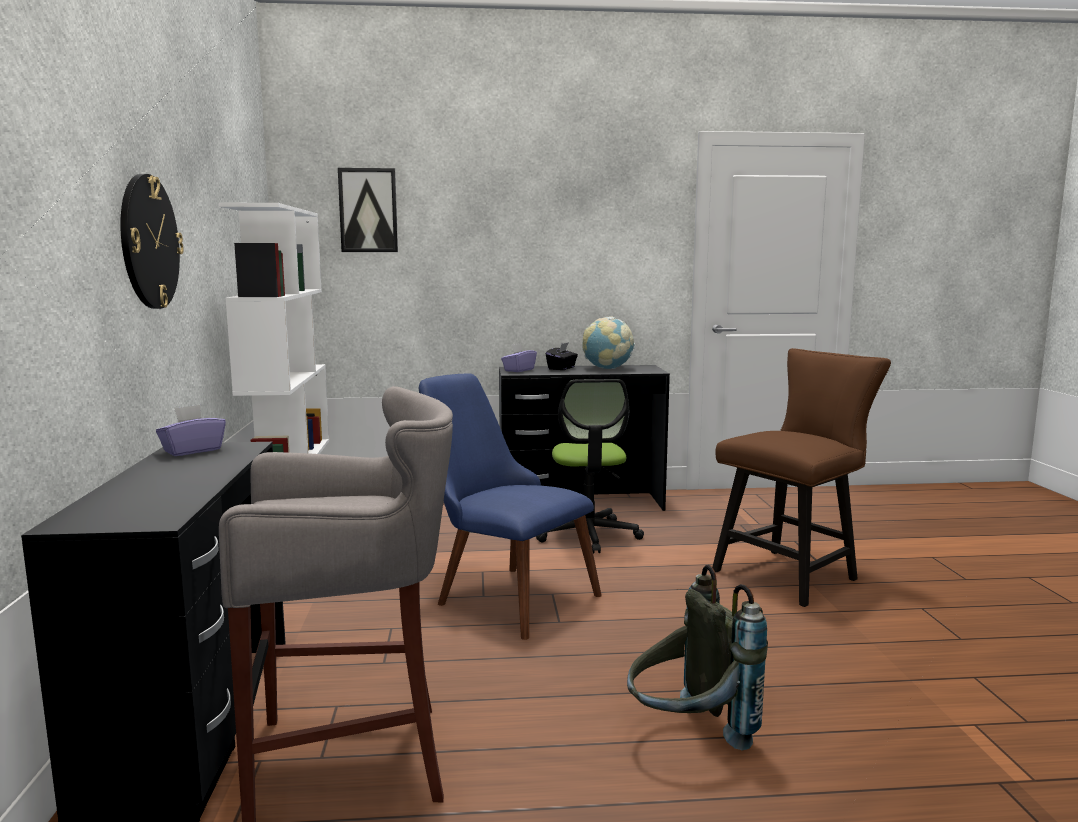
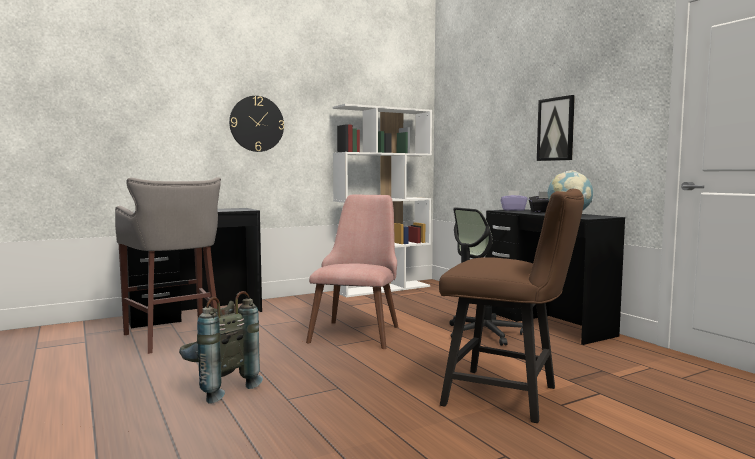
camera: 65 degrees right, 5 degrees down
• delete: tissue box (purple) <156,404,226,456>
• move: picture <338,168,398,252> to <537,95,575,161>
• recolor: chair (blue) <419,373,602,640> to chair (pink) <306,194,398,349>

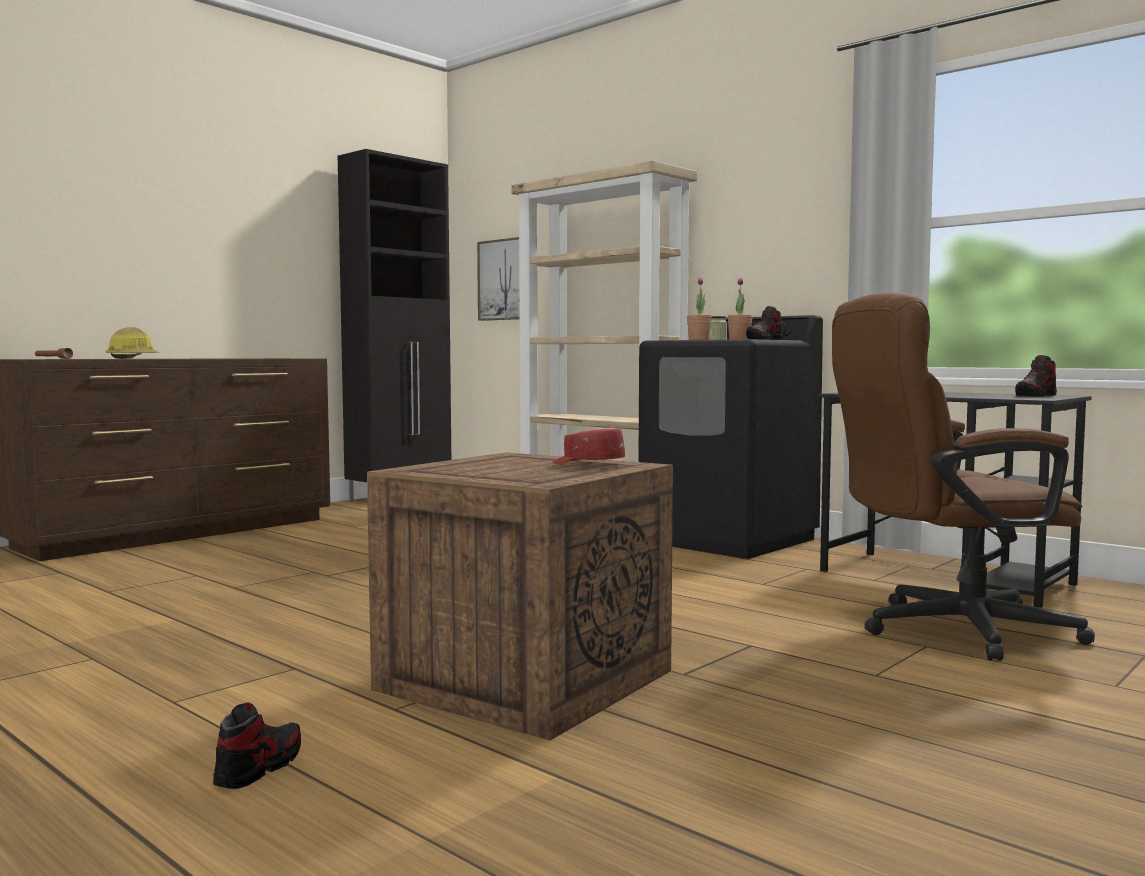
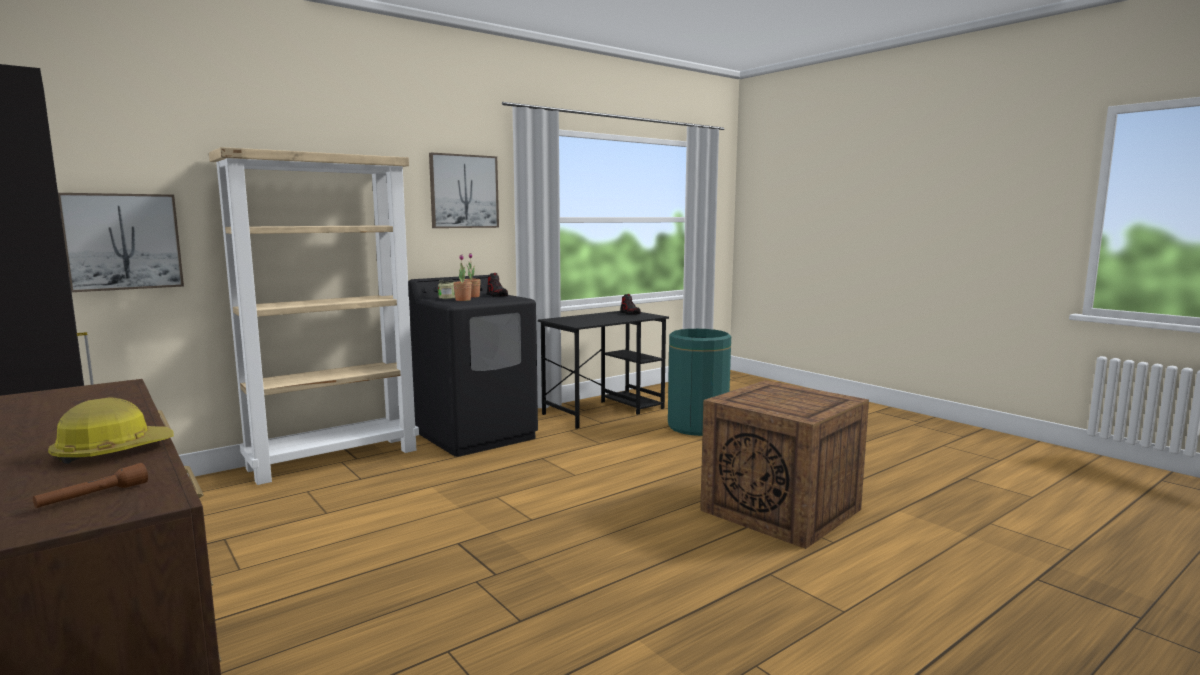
camera: 80 degrees left, 5 degrees up
• delete: shoe <213,702,301,789>
• delete: cap (red) <552,428,625,464>
• replace: office chair (brown) <832,292,1095,661> to trash can (green) <668,329,731,436>
• insert: picture <429,152,499,228>

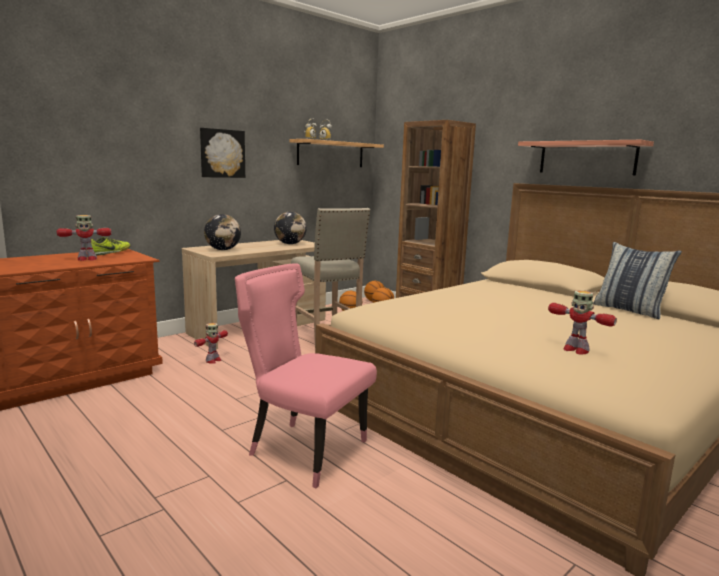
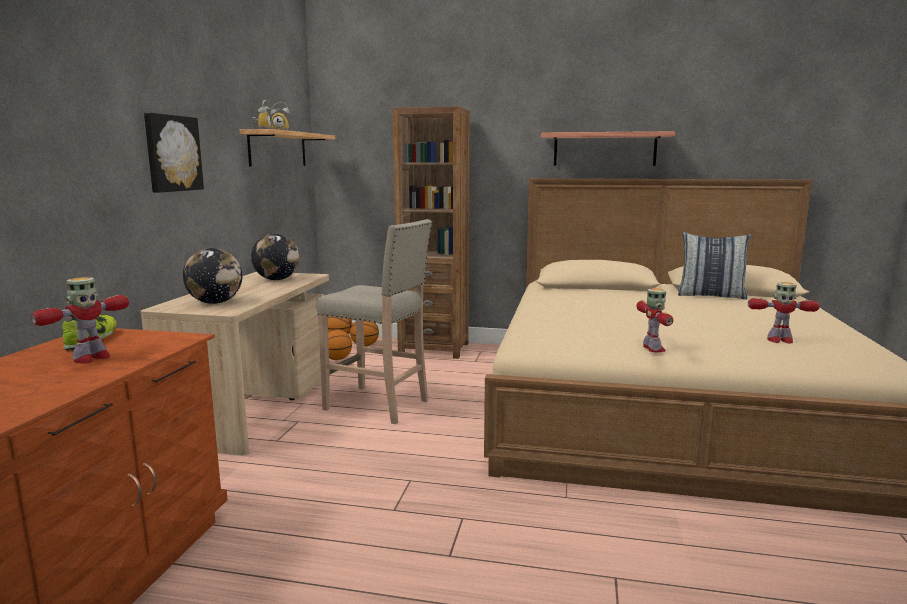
camera: 35 degrees left, 0 degrees up
• move: toy robot <194,323,228,364> to <636,288,673,352>
• delete: chair (pink) <235,263,377,488>

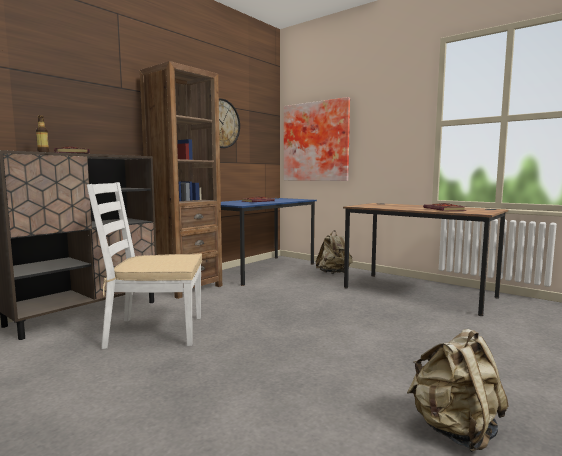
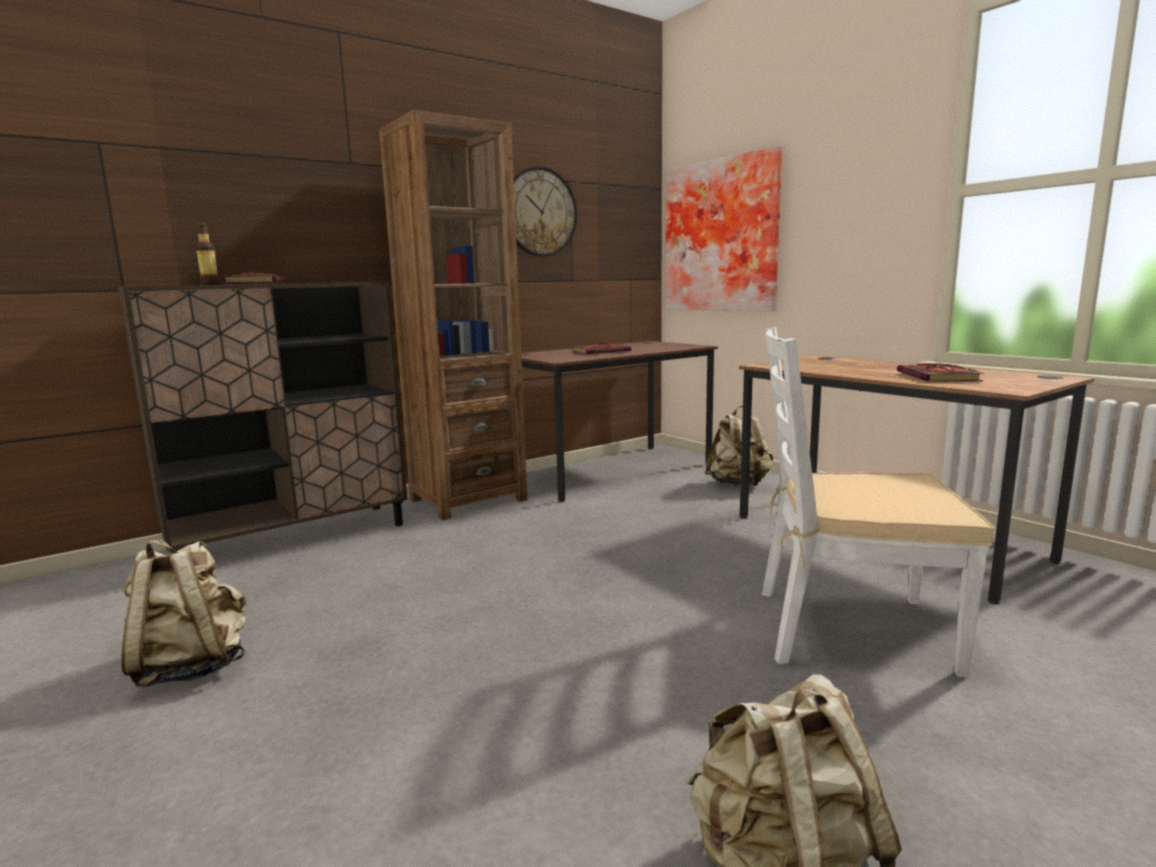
camera: 15 degrees right, 5 degrees up
• move: chair (white) <87,182,202,349> to <762,327,995,677>
• recolor: desk (blue) <221,198,317,286> to desk (brown) <521,341,718,502>
• insert: backpack (beige) <121,540,247,687>

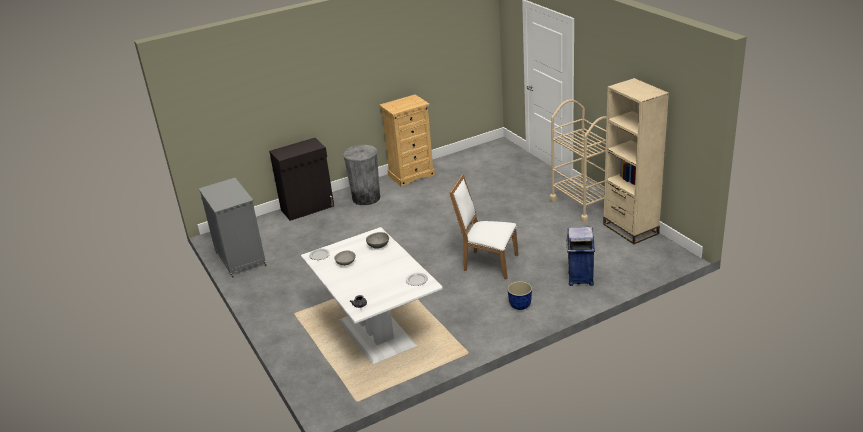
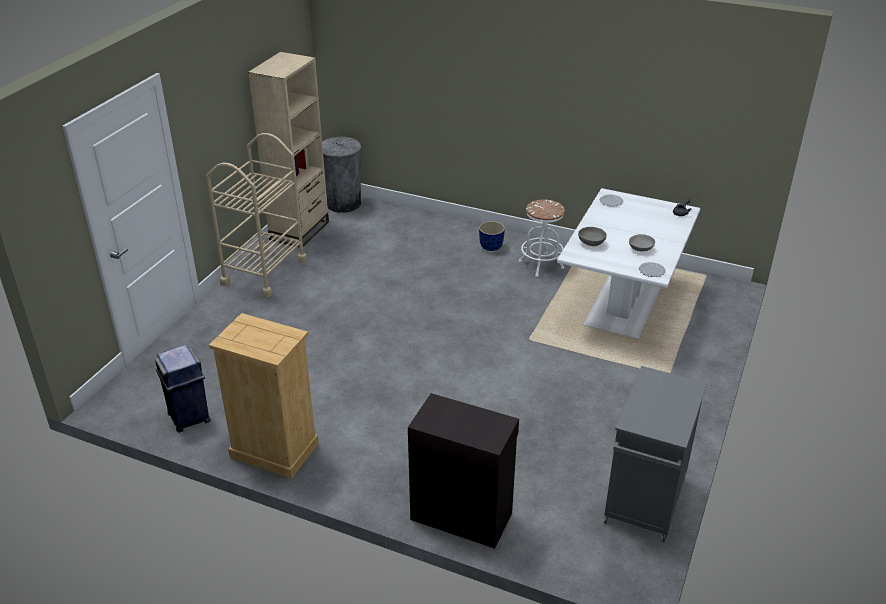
camera: 130 degrees left, 5 degrees up
• move: trash can (grey) <343,145,380,205> to <322,137,361,213>
• delete: chair (white) <449,174,519,280>
• move: trash can (blue) <566,227,595,286> to <155,345,211,433>
• insert: stool (white) <519,200,565,277>

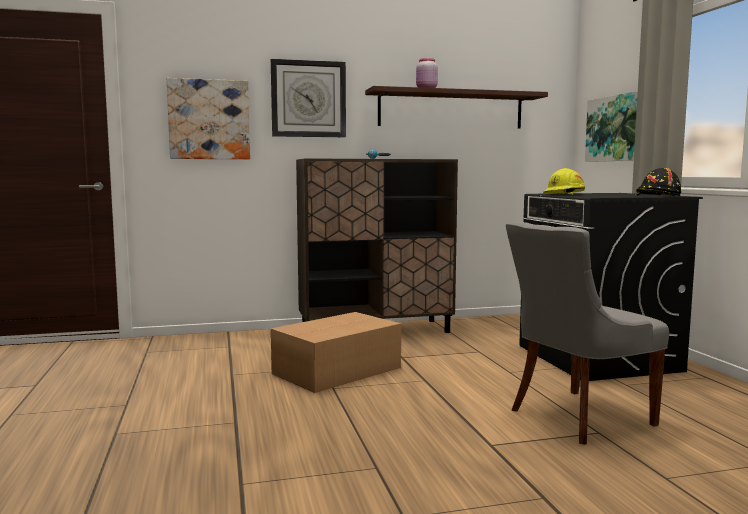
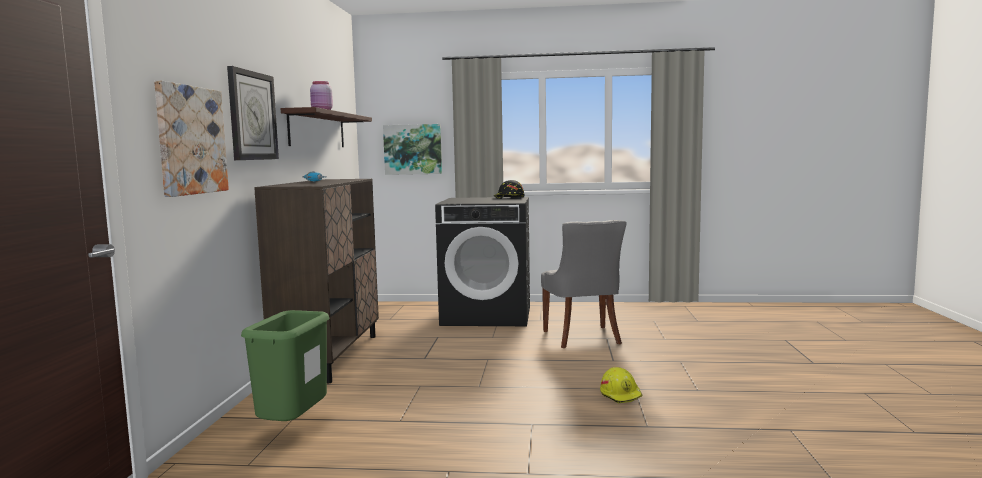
camera: 70 degrees left, 0 degrees up
• delete: cardboard box <271,312,401,393>
• move: hard hat (yellow) <543,168,585,195> to <600,367,642,403>
• insert: trash can (green) <241,310,330,421>

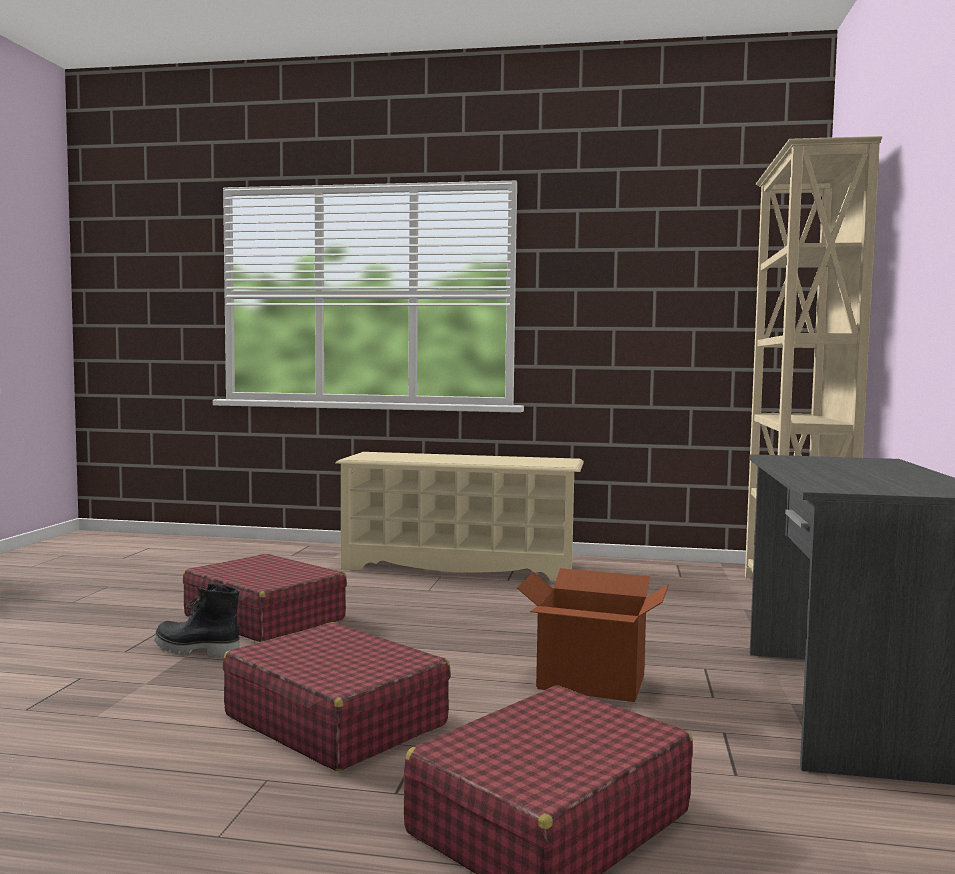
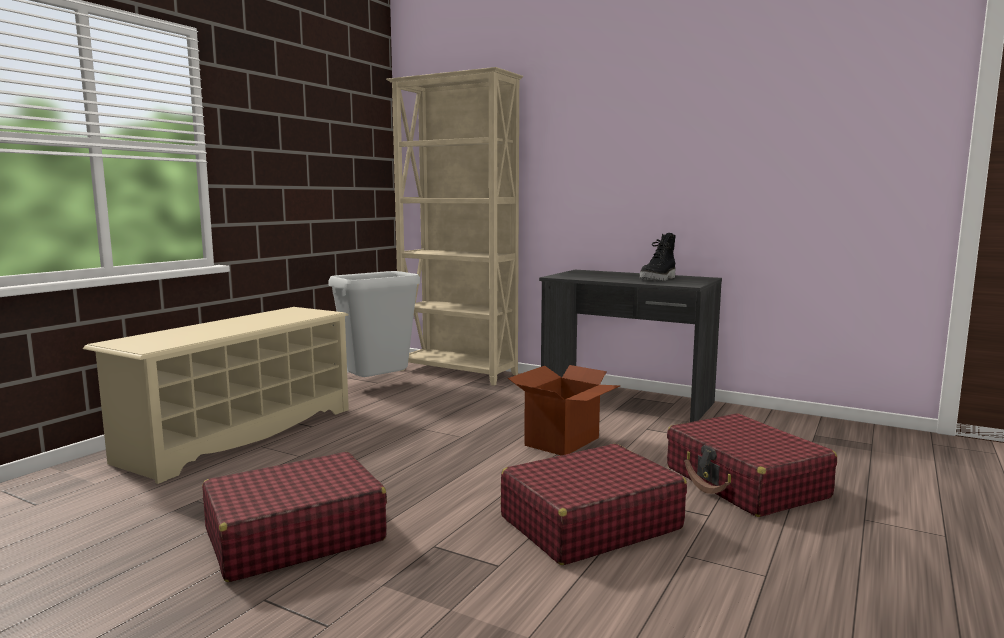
camera: 70 degrees left, 5 degrees up
• move: boot (black) <154,584,240,658> to <639,233,676,281>
• insert: trash can (grey) <329,271,420,377>

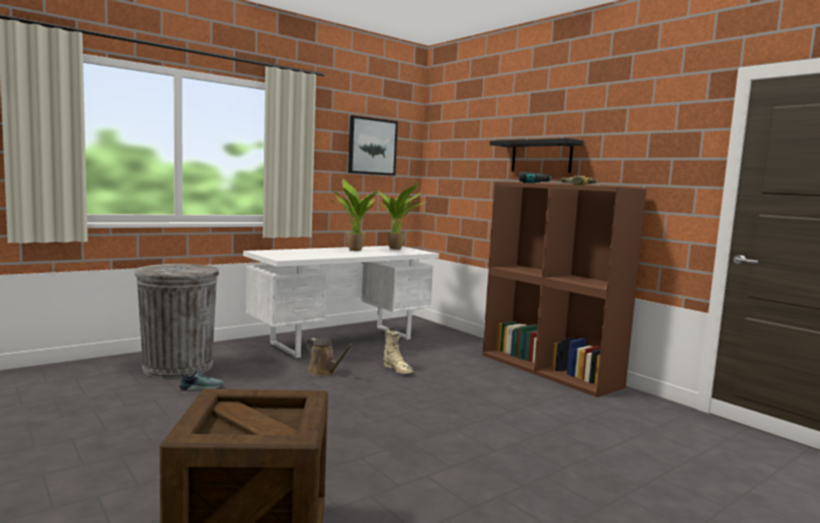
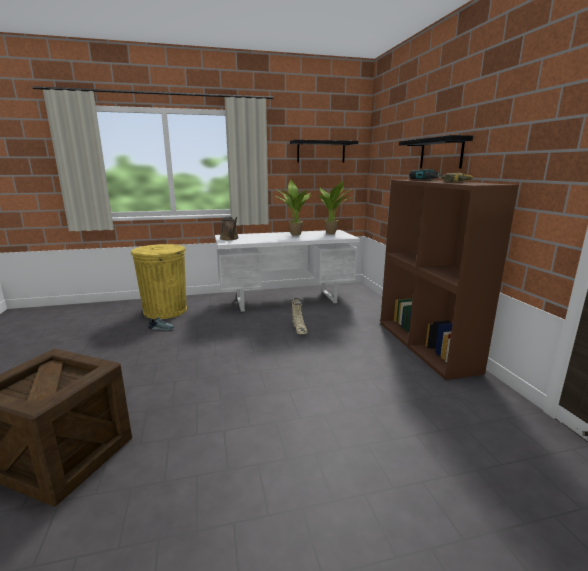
camera: 25 degrees right, 10 degrees up
• recolor: trash can (grey) <135,264,219,378> to trash can (yellow) <131,244,187,319>
• move: watering can (brown) <306,338,354,376> to <220,216,239,240>
• replace: picture <348,115,398,176> to shelf (black) <290,140,358,163>

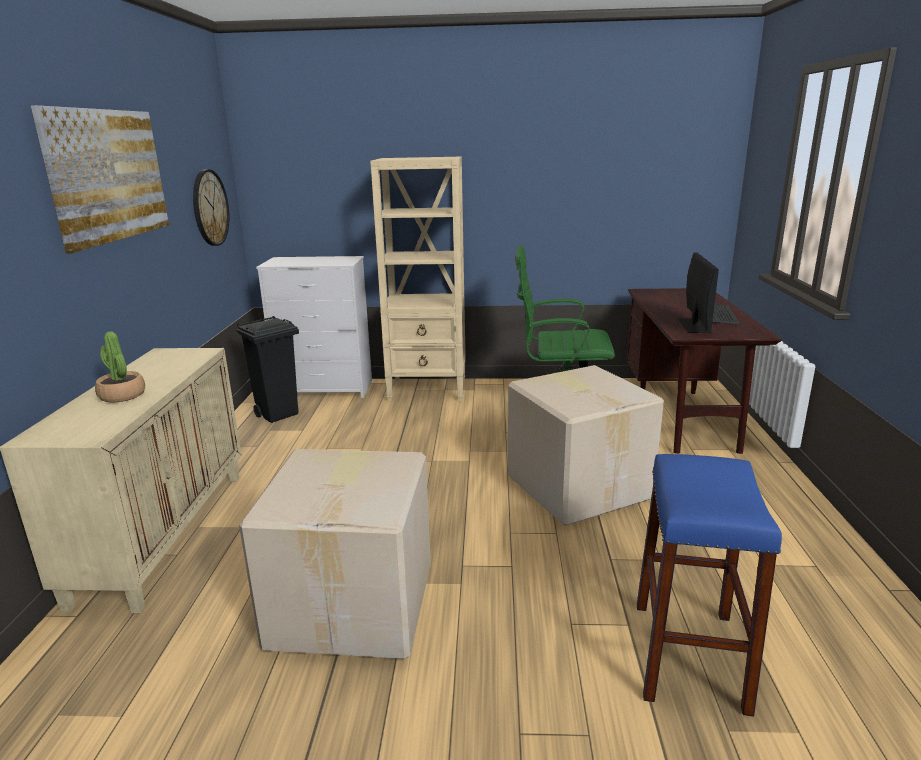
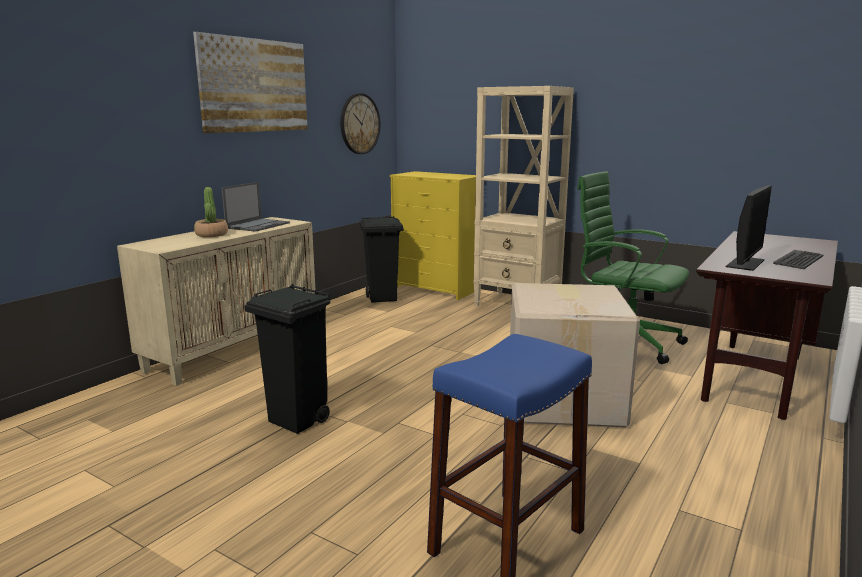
camera: 30 degrees right, 5 degrees down
• replace: cardboard box <239,449,431,659> to trash can (black) <244,284,331,434>
• recolor: dresser (white) <256,256,372,398> to dresser (yellow) <390,171,476,300>
• insert: laptop <222,182,290,232>

